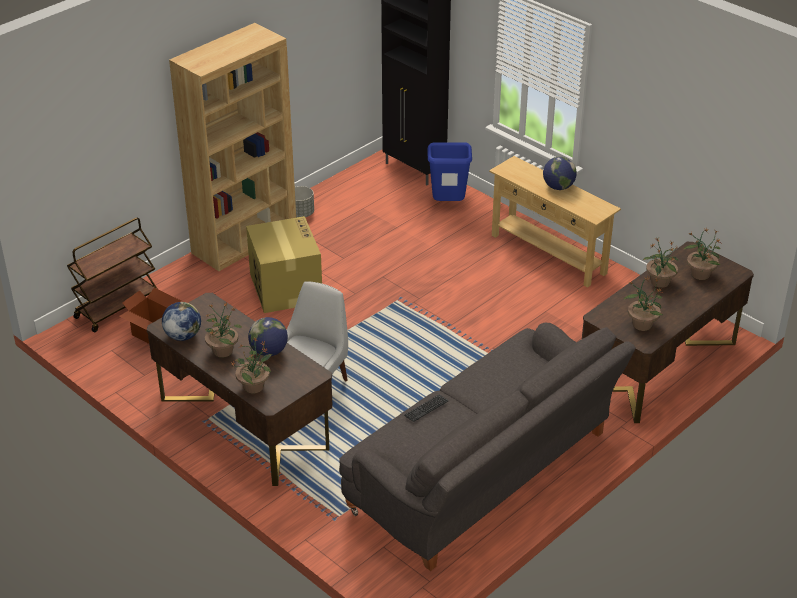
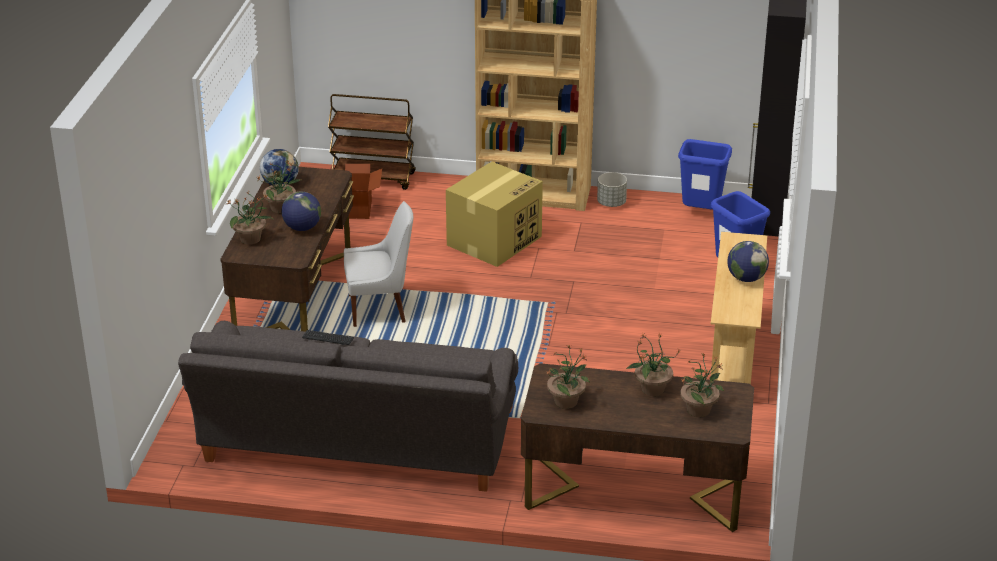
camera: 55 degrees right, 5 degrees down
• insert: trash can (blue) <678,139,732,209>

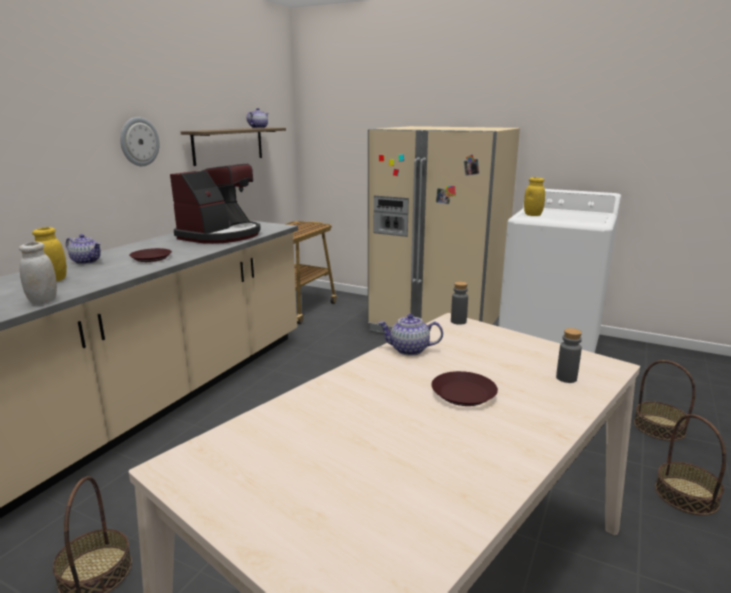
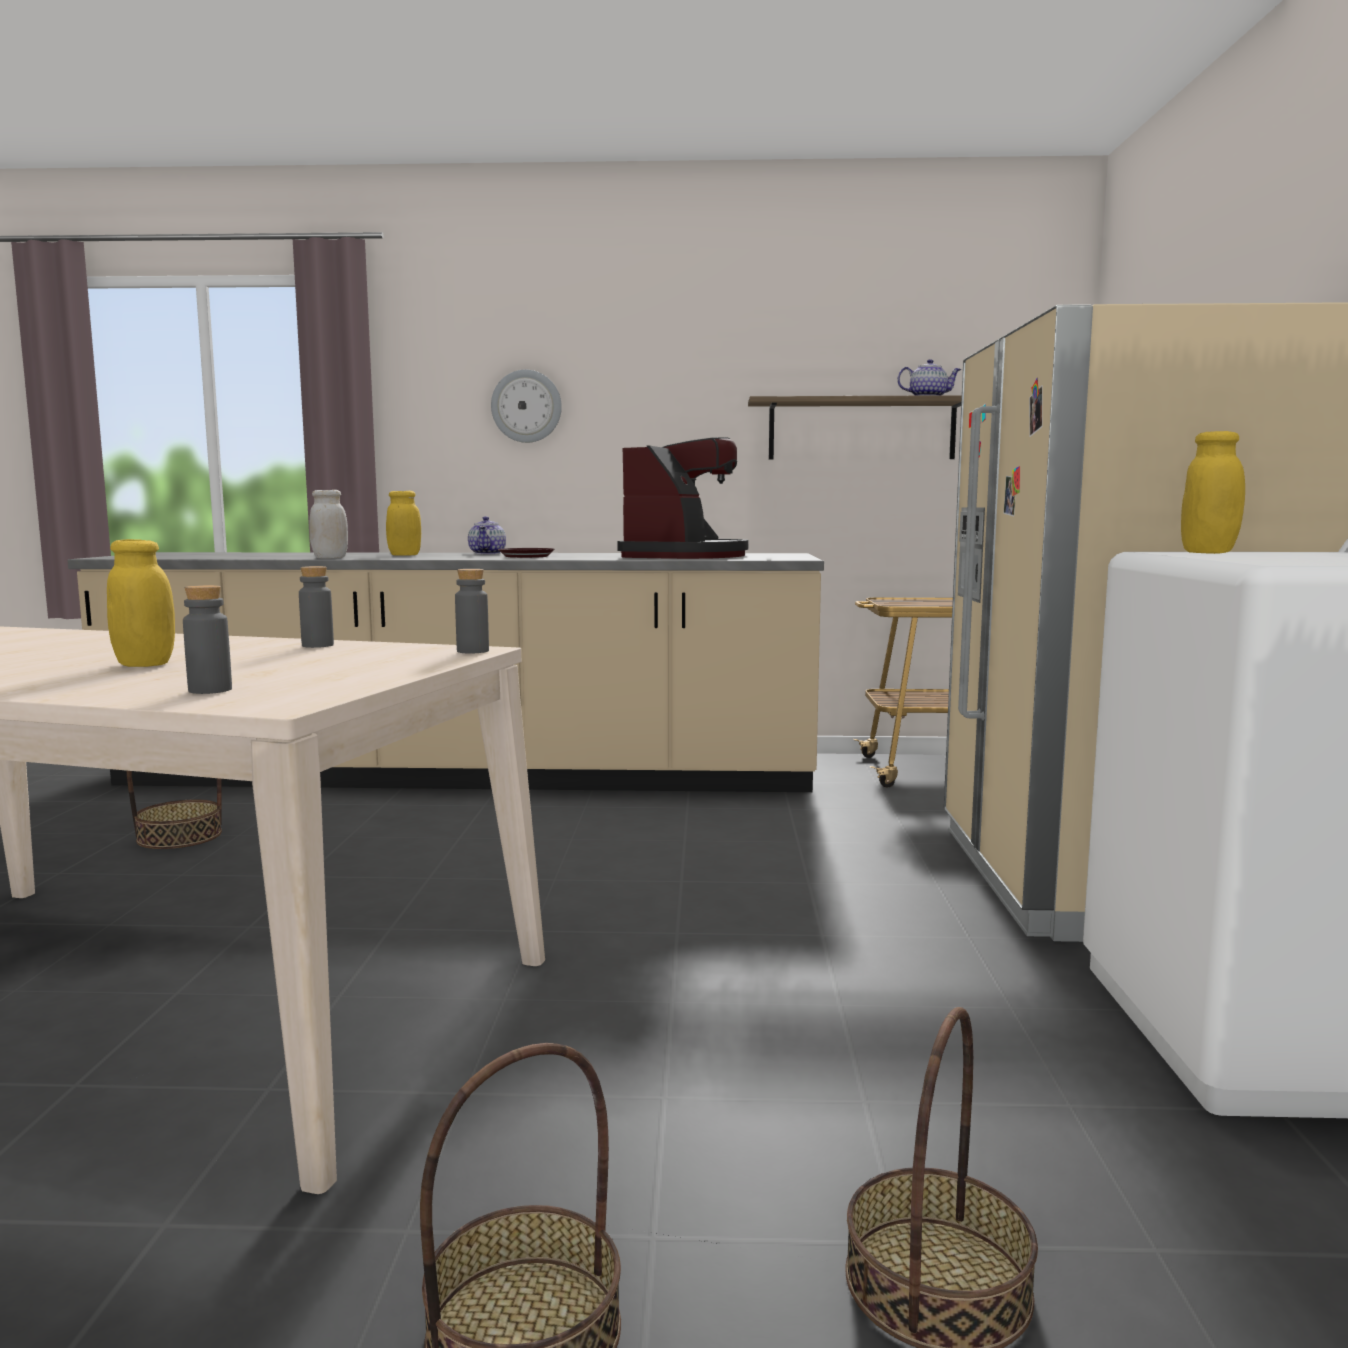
camera: 65 degrees right, 10 degrees down
• move: wall clock <120,117,160,166> to <491,369,562,443>
• rotate: coffee machine <170,164,261,244> = <618,437,749,559> 75 degrees counterclockwise
• replace: teapot <378,314,443,356> to bottle (grey) <299,566,334,648>
• replace: plate (brown) <431,371,498,406> to jar (yellow) <107,539,175,667>

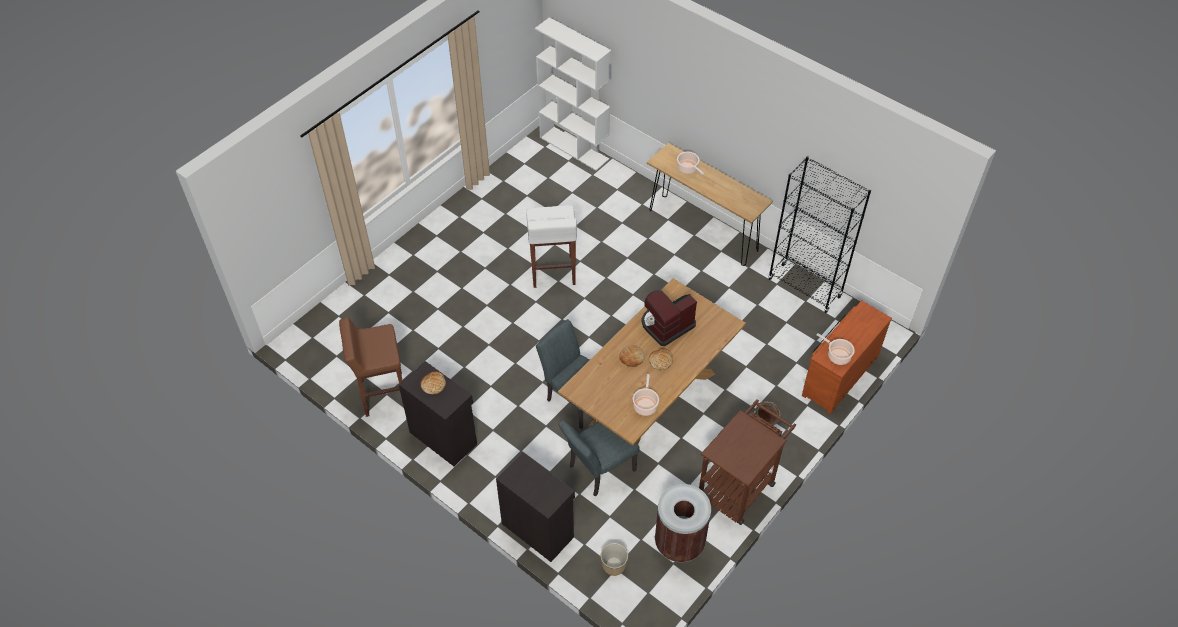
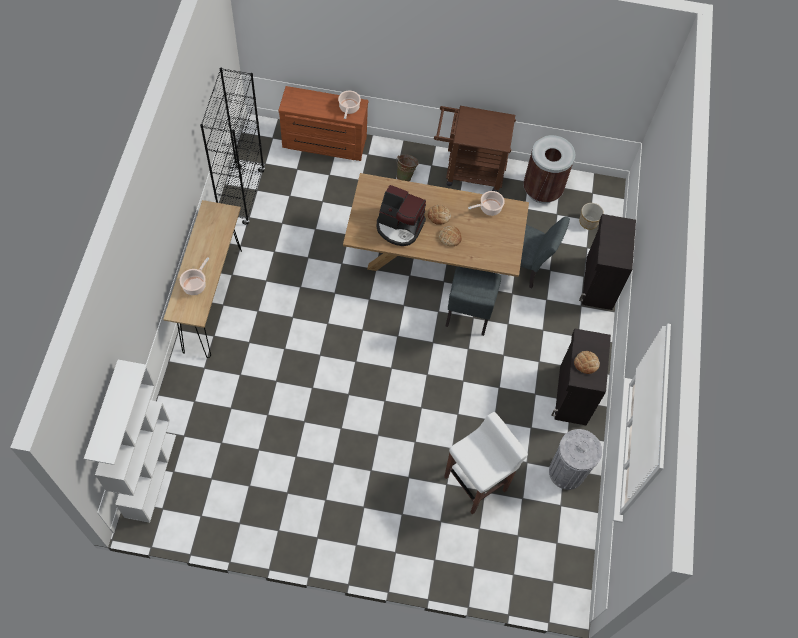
camera: 125 degrees left, 10 degrees up
• replace: stool (brown) <339,317,403,417> to trash can (grey) <549,429,602,490>
• move: stool (white) <526,205,577,288> to <444,412,528,515>

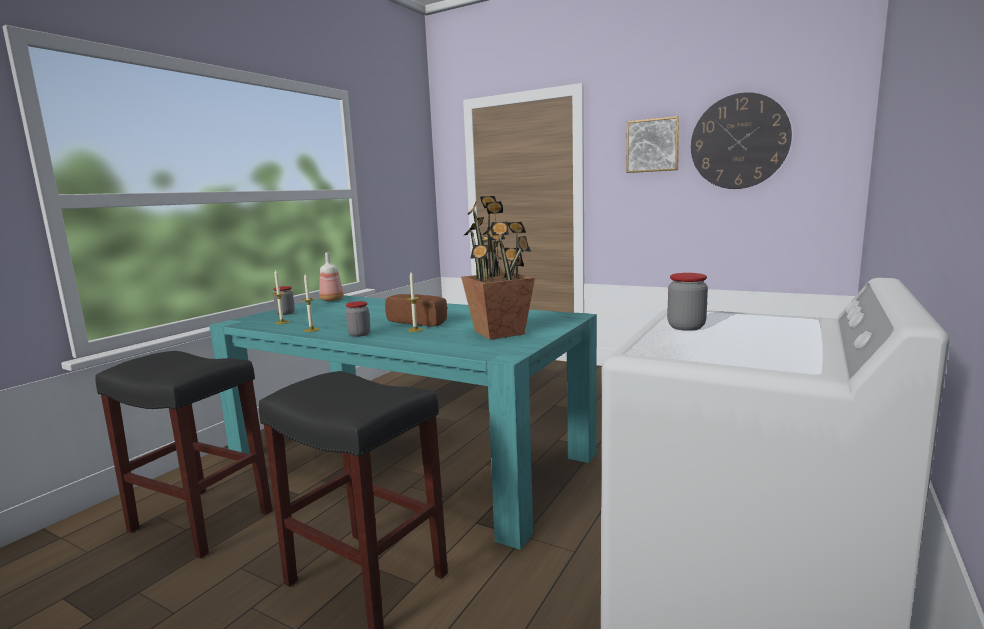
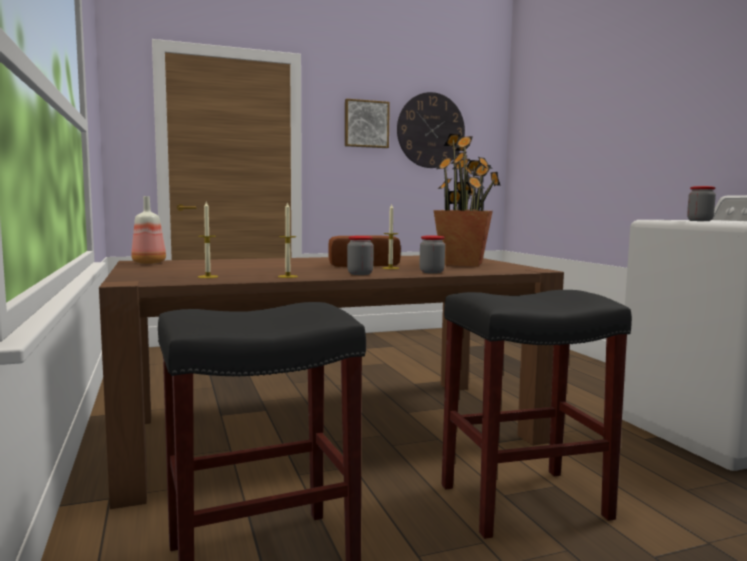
camera: 50 degrees left, 5 degrees down
• recolor: dining table (turquoise) <209,295,597,550> to dining table (brown) <99,255,564,509>
• move: jar <273,286,295,315> to <420,235,445,274>

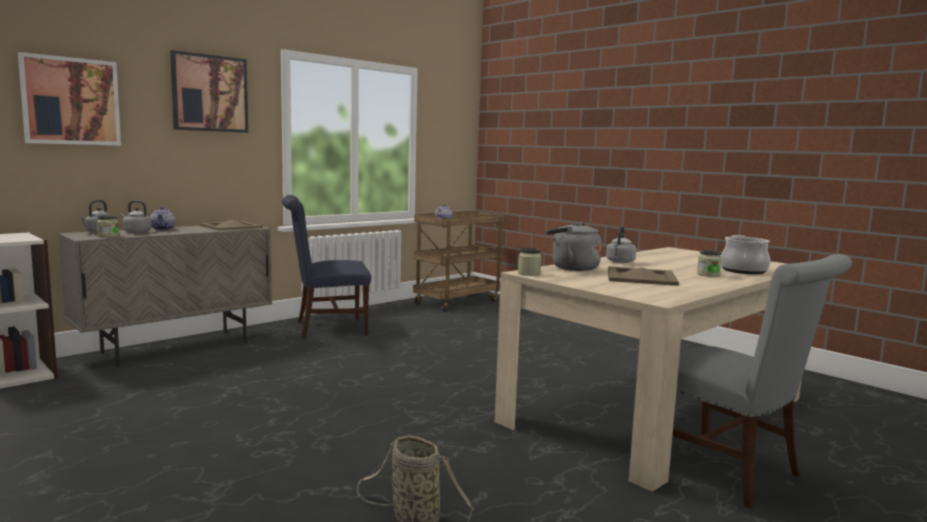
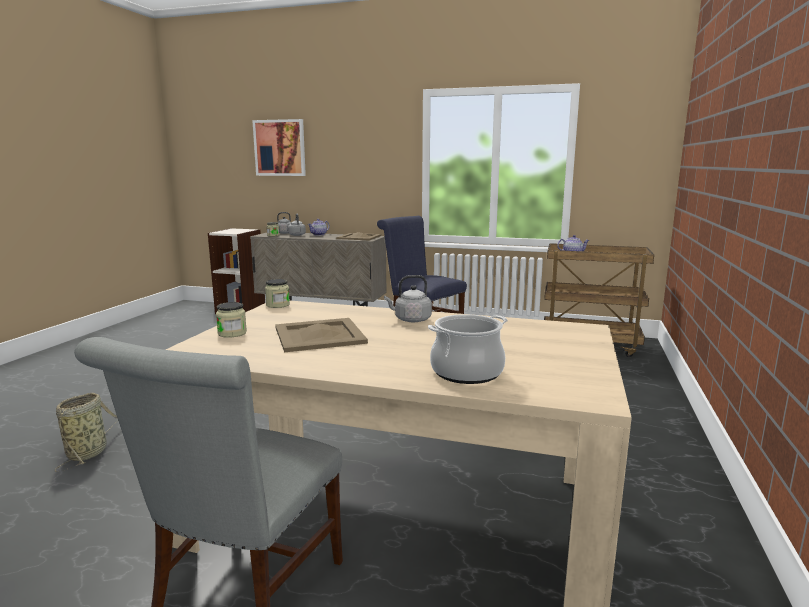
camera: 60 degrees right, 5 degrees up
• delete: picture <170,50,248,133>
• delete: kettle (grey) <546,222,602,271>
• move: jar <697,250,722,277> to <216,302,247,338>

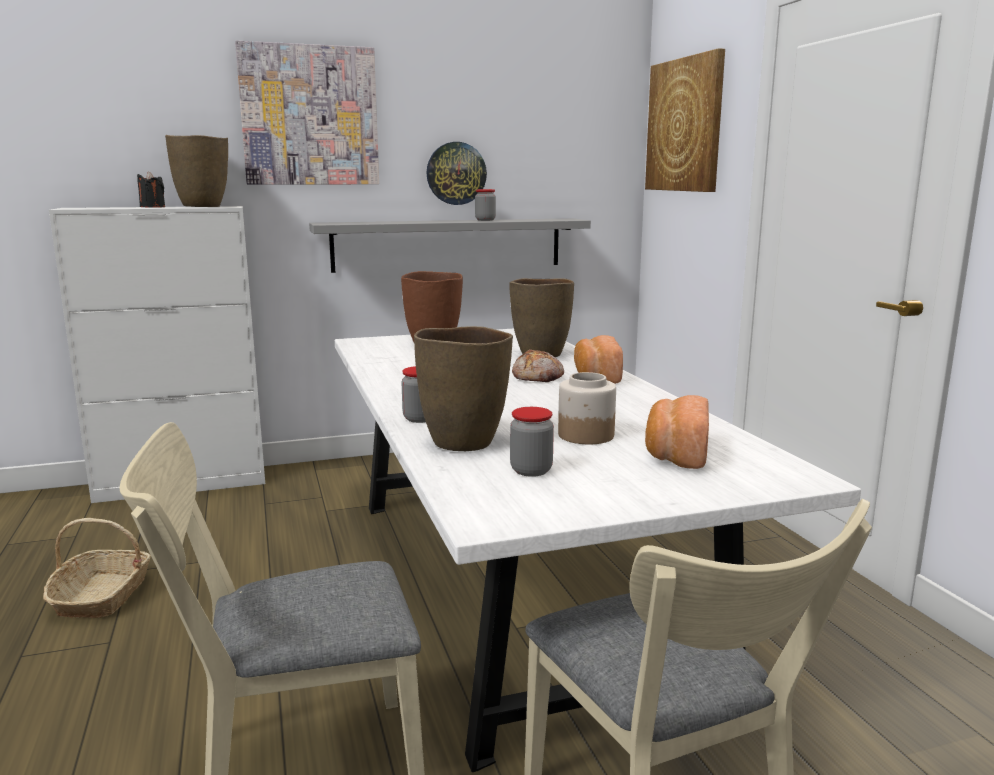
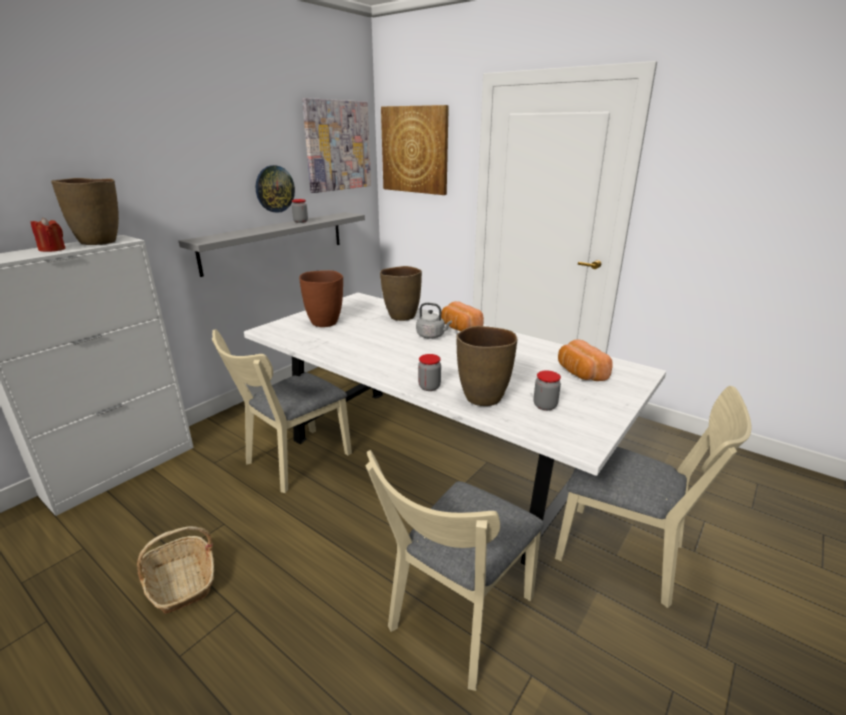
camera: 35 degrees left, 10 degrees up
• recolor: candle (black) <137,171,165,208> to candle (red) <31,217,66,252>
• move: picture <235,41,379,185> to <302,98,371,193>
• replace: bread <512,349,564,382> to kettle (grey) <416,303,452,339>
• delete: jar <558,372,616,444>
• insert: chair (beige) <212,329,352,493>

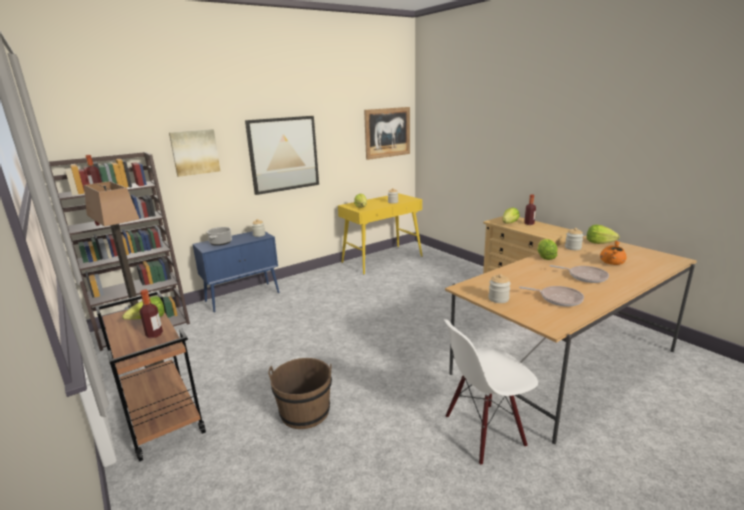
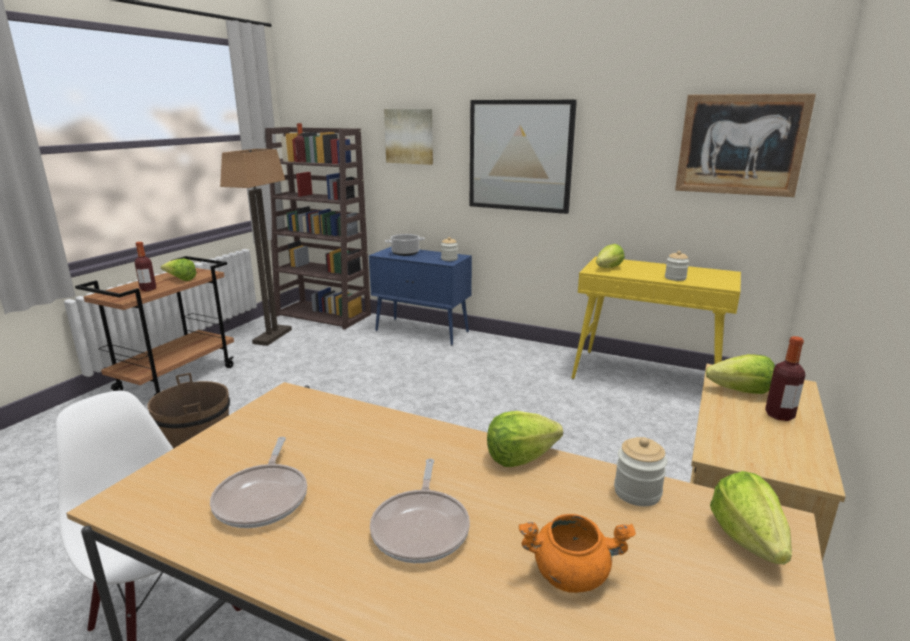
camera: 60 degrees right, 0 degrees up
• delete: jar <489,274,511,303>

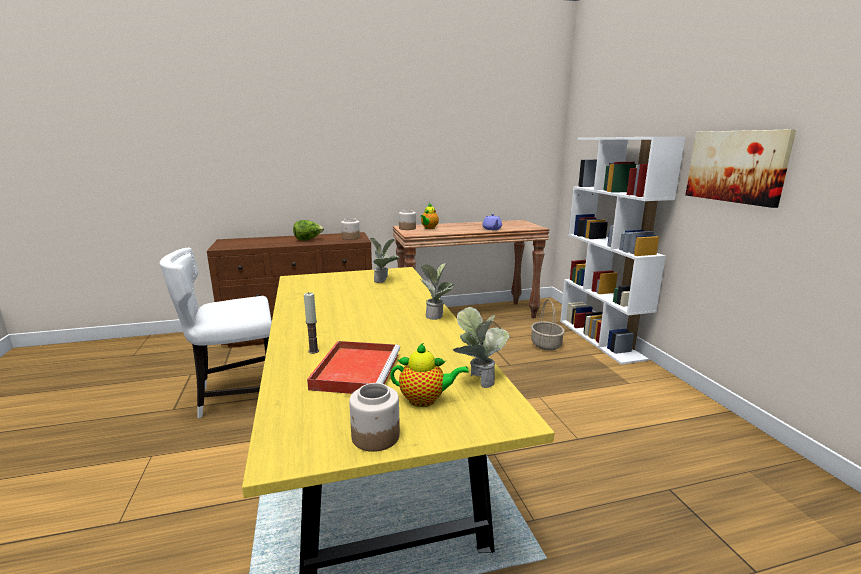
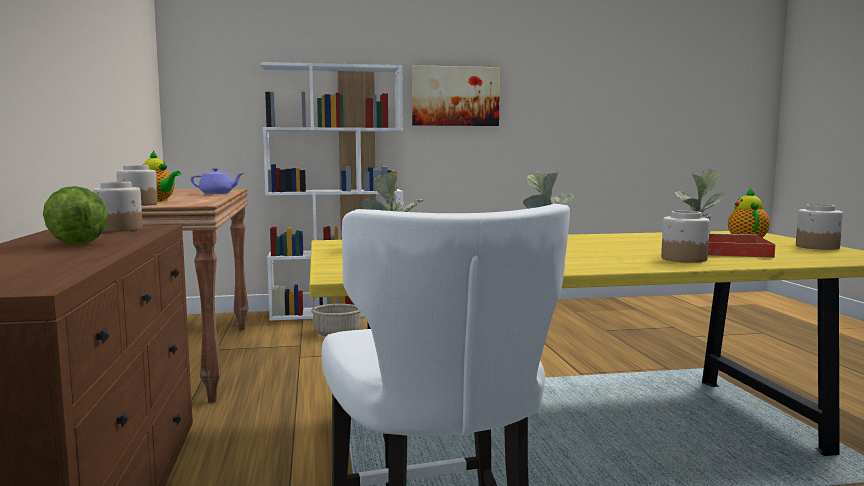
camera: 85 degrees left, 10 degrees down
• replace: candle <304,292,319,354> to jar <661,211,710,263>

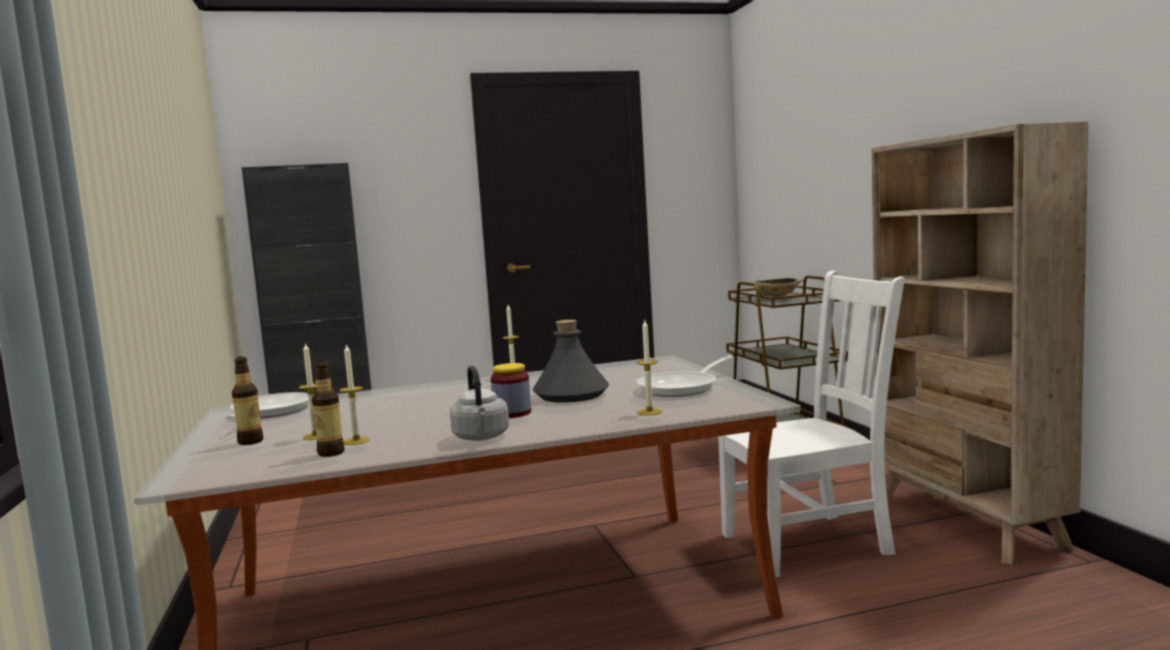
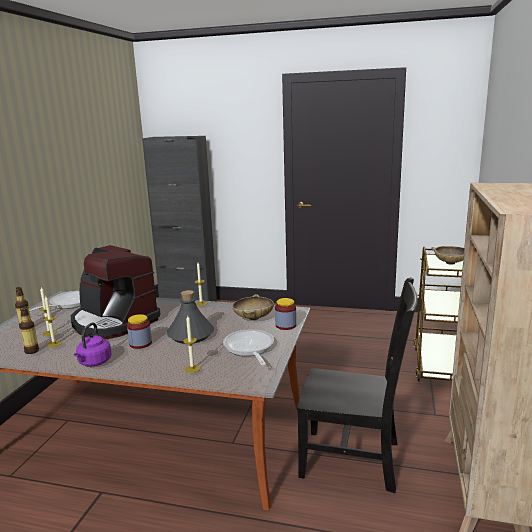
camera: 30 degrees right, 10 degrees up
• recolor: kettle (grey) <450,365,509,441> to kettle (purple) <74,322,111,366>
• rotate: frying pan <636,355,733,397> = <223,329,274,366> 90 degrees clockwise
• recolor: chair (white) <718,271,905,577> to chair (black) <297,277,418,493>
• insert: coffee machine <71,245,160,339>
• insert: bowl (beige) <233,294,274,320>
• insert: jar <275,298,296,330>

